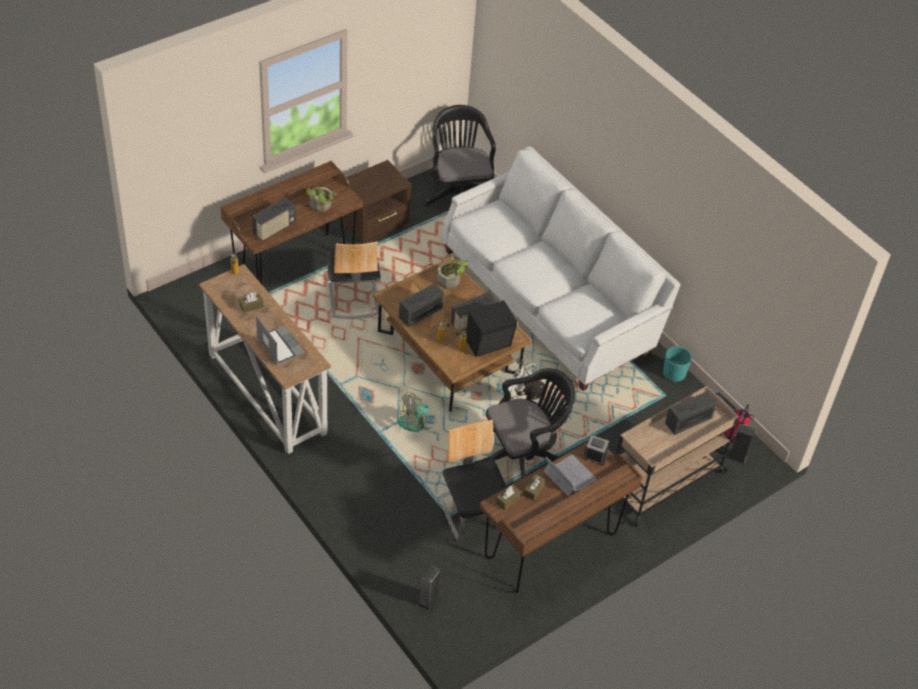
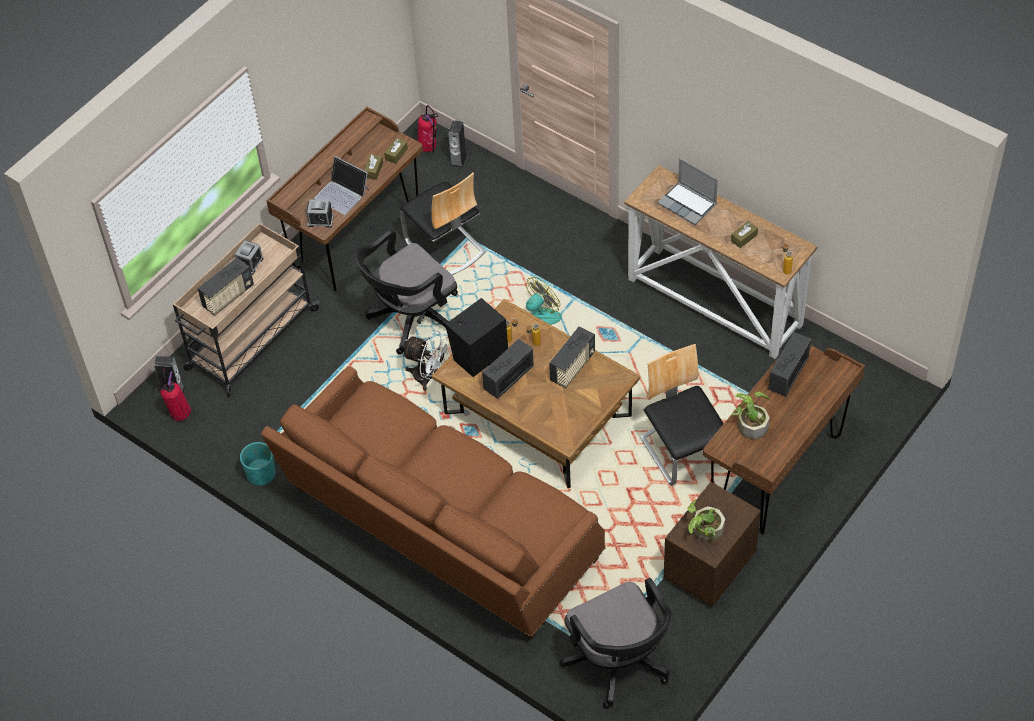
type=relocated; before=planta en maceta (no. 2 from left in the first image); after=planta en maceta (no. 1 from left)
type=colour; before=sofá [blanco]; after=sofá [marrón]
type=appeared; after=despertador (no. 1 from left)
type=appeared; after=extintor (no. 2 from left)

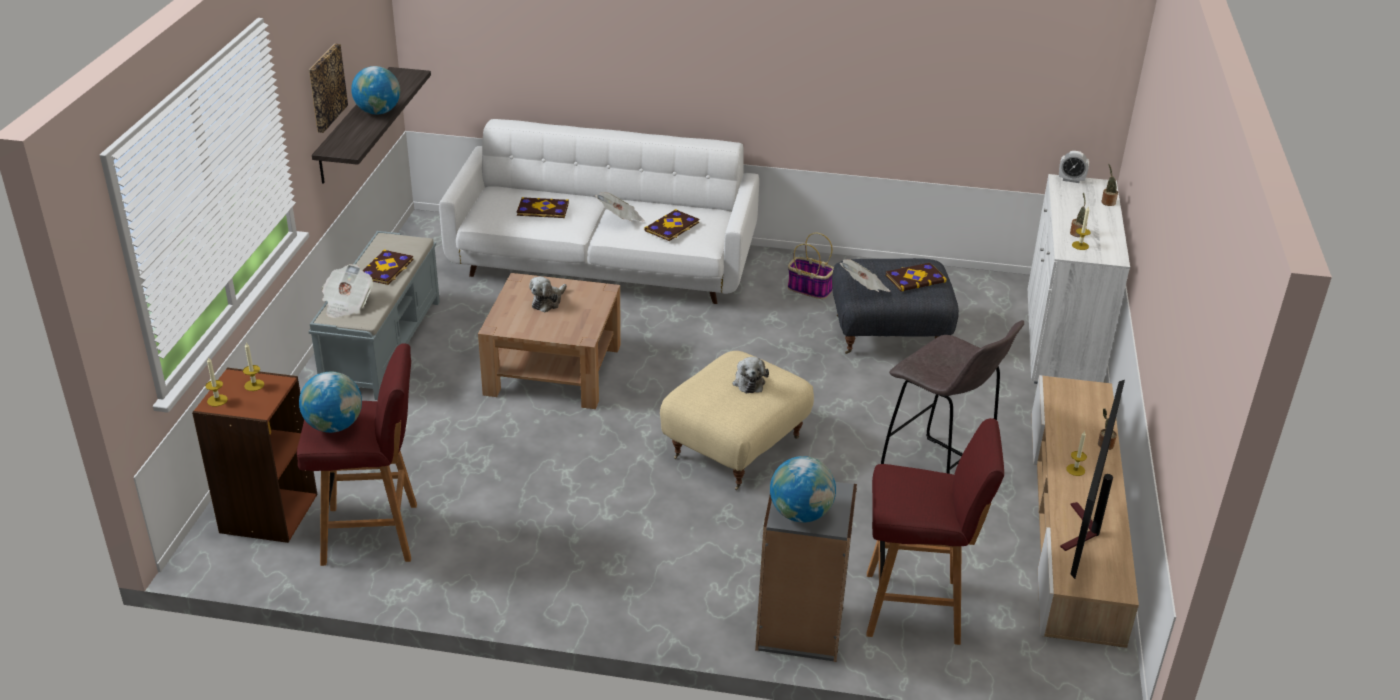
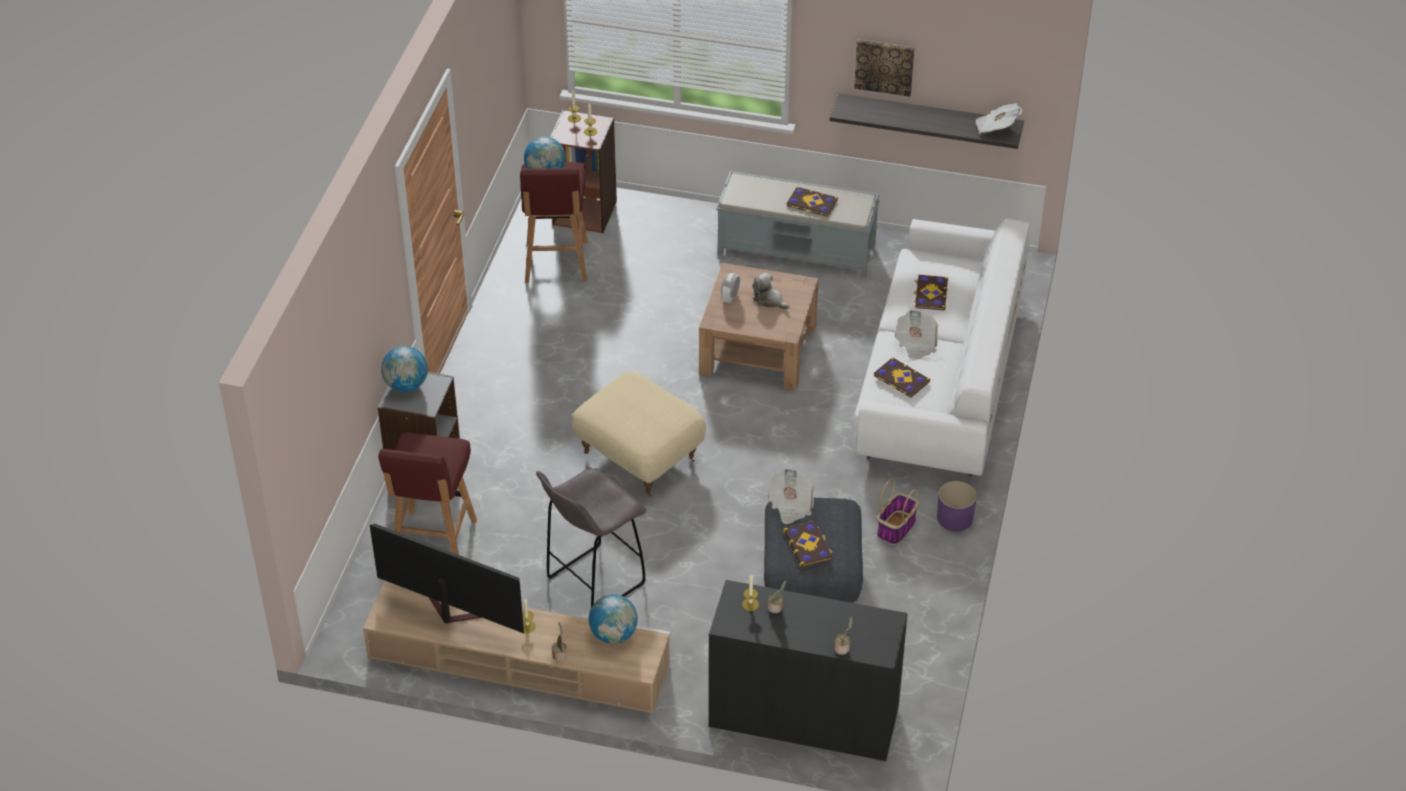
type=relocated; before=periódico (no. 1 from left in the first image); after=periódico (no. 3 from left)
type=relocated; before=globo terráqueo (no. 2 from left in the first image); after=globo terráqueo (no. 3 from left)
type=missing; before=peluche (no. 2 from left)
type=colour; before=armario [blanco]; after=armario [negro]
type=relocated; before=despertador
type=appeared; after=maceta [morado]

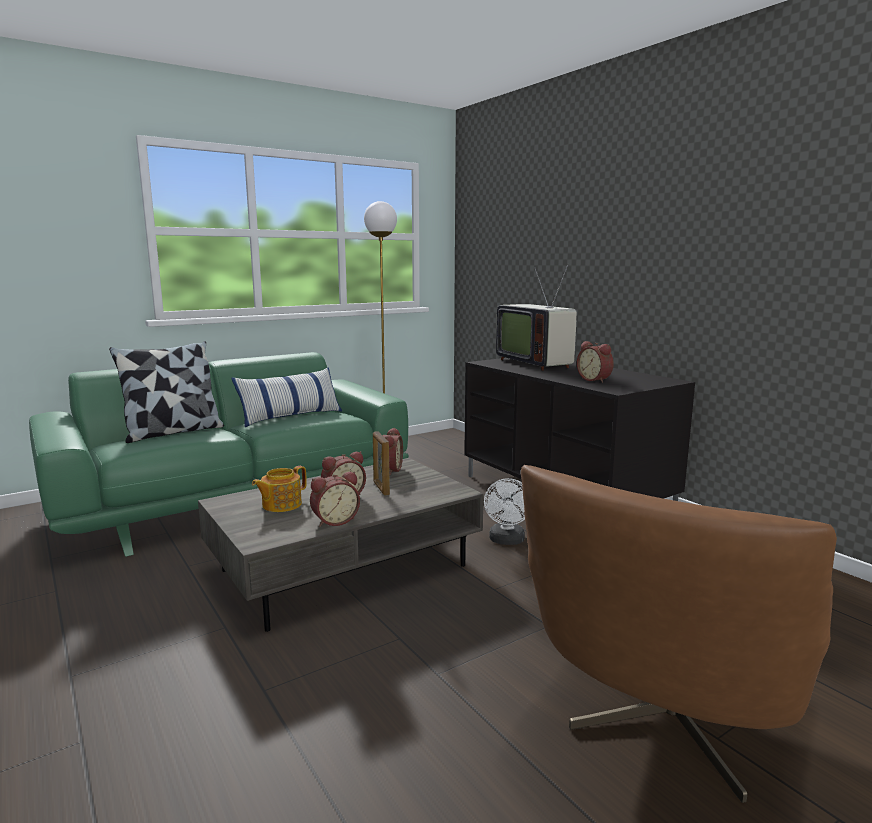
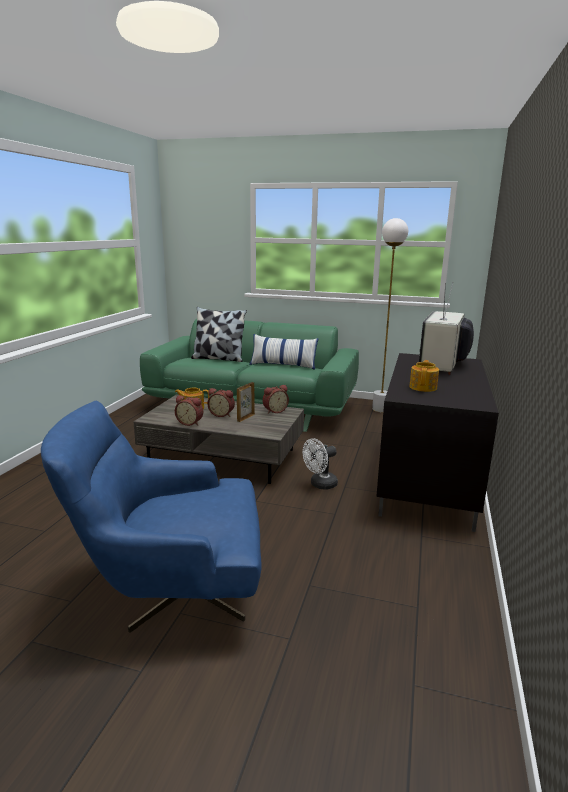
type=colour; before=sillón [marrón]; after=sillón [azul]
type=exchanged; before=despertador (no. 4 from left); after=tetera (no. 2 from left)

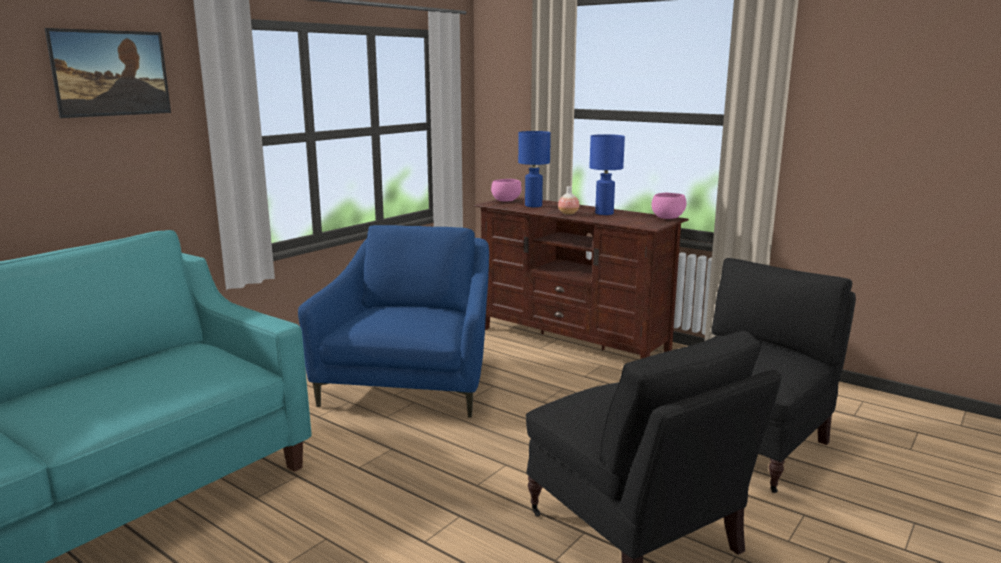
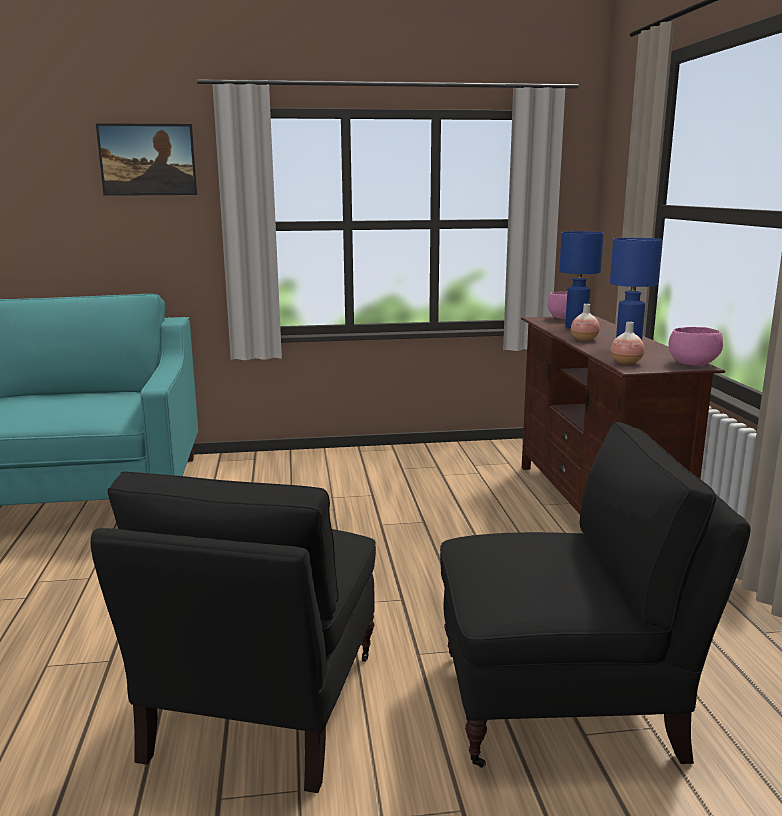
type=missing; before=sillón [azul]
type=appeared; after=florero (no. 2 from left)

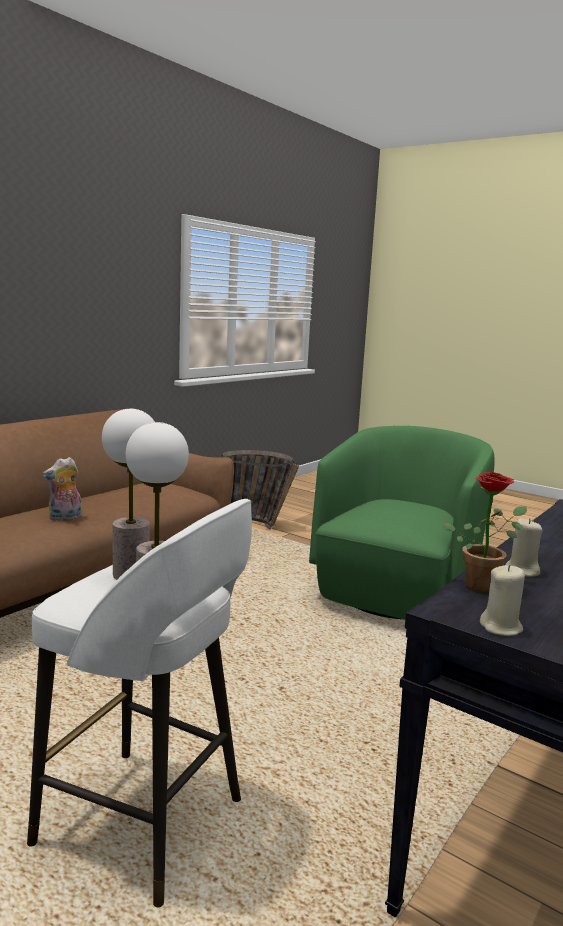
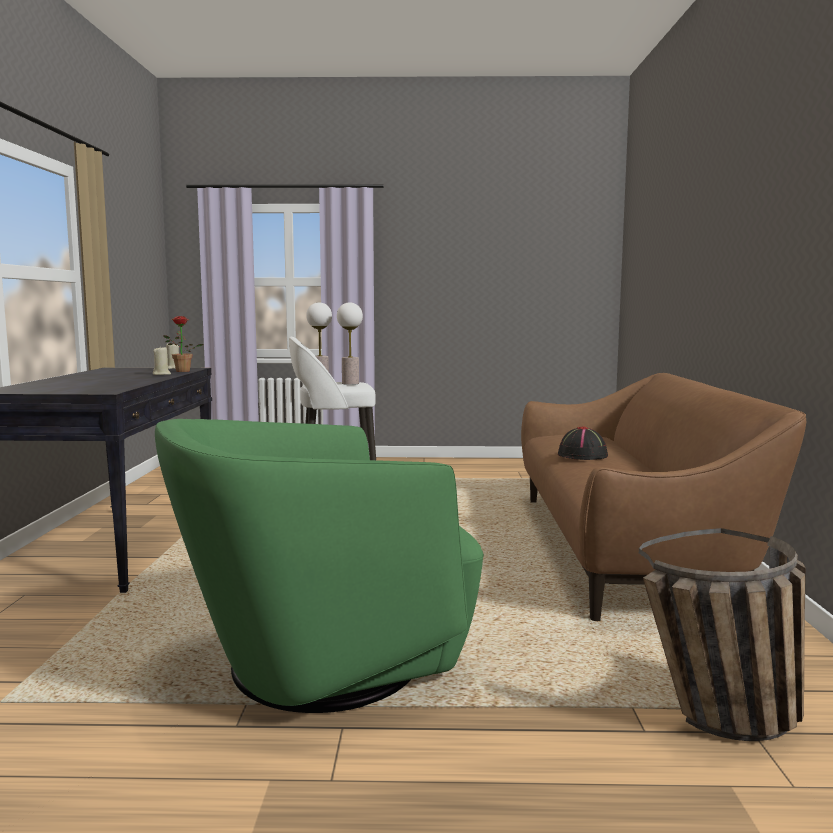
type=exchanged; before=peluche; after=sombrero [negro]
type=spun; before=sillón [verde]; turn=75

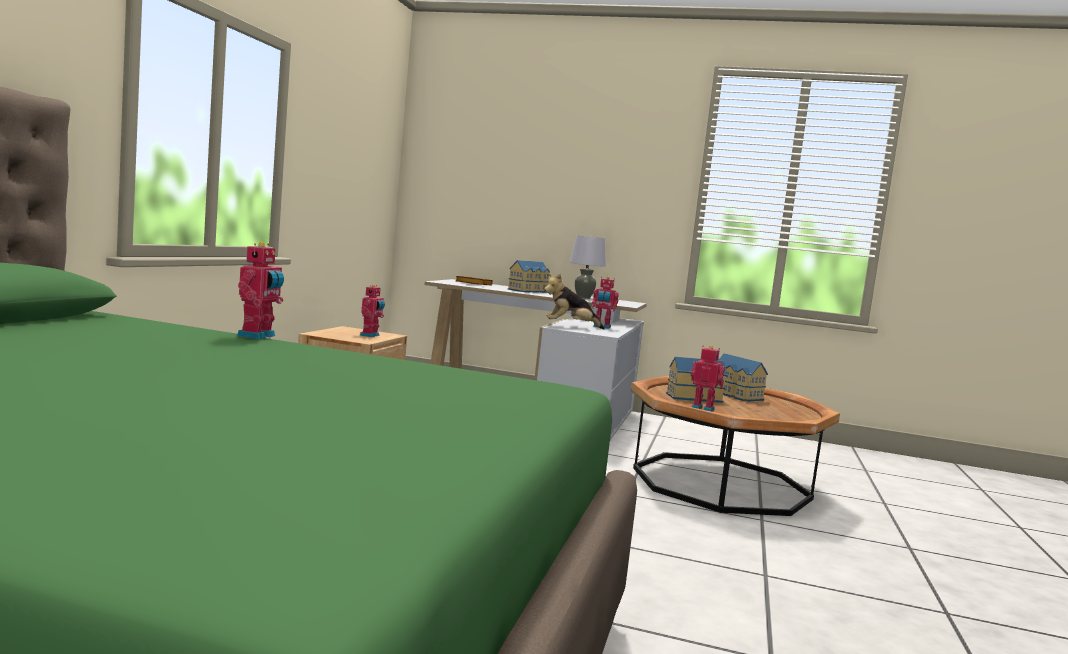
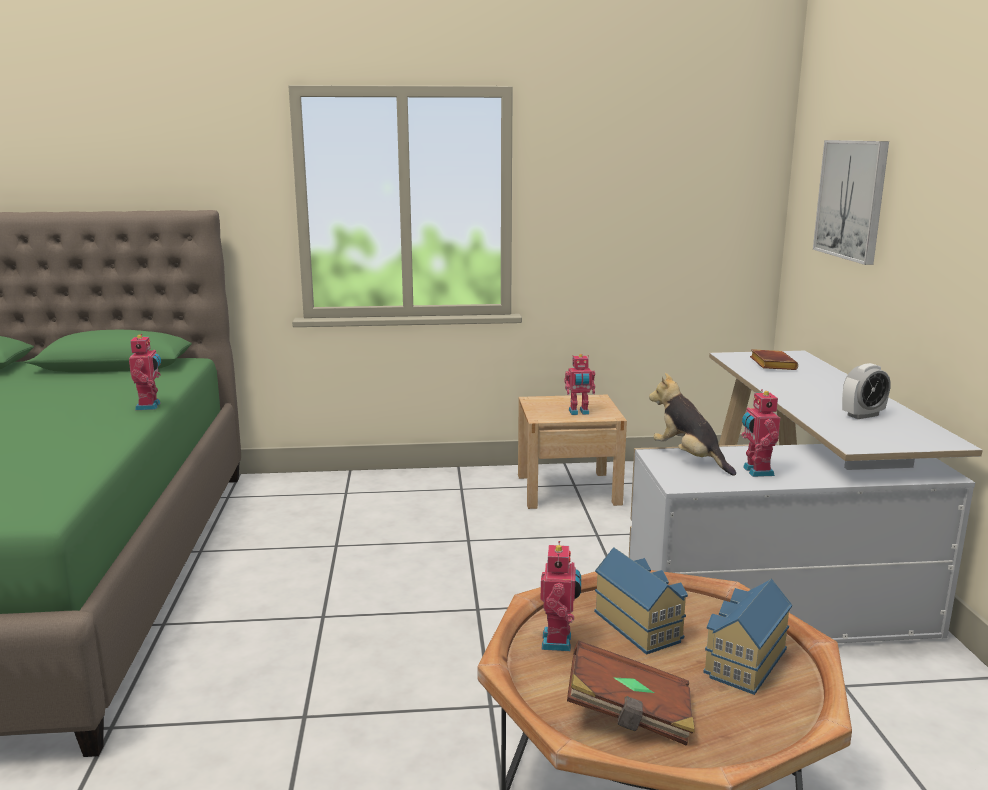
type=spun; before=robot de juguete (no. 1 from left); turn=-90
type=missing; before=casita (no. 1 from left)
type=exchanged; before=lámpara de mesa [gris]; after=despertador
type=appeared; after=libro [marrón] (no. 1 from left)
type=appeared; after=cuadro

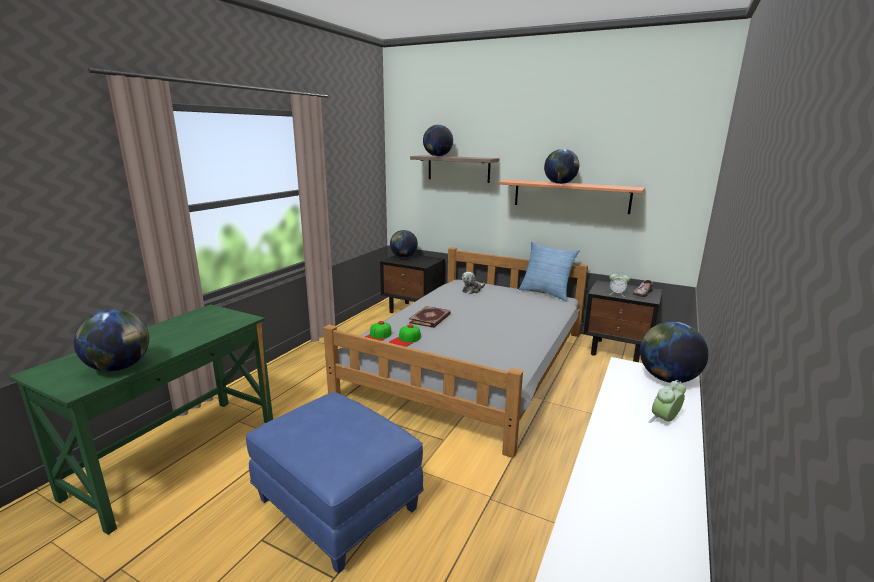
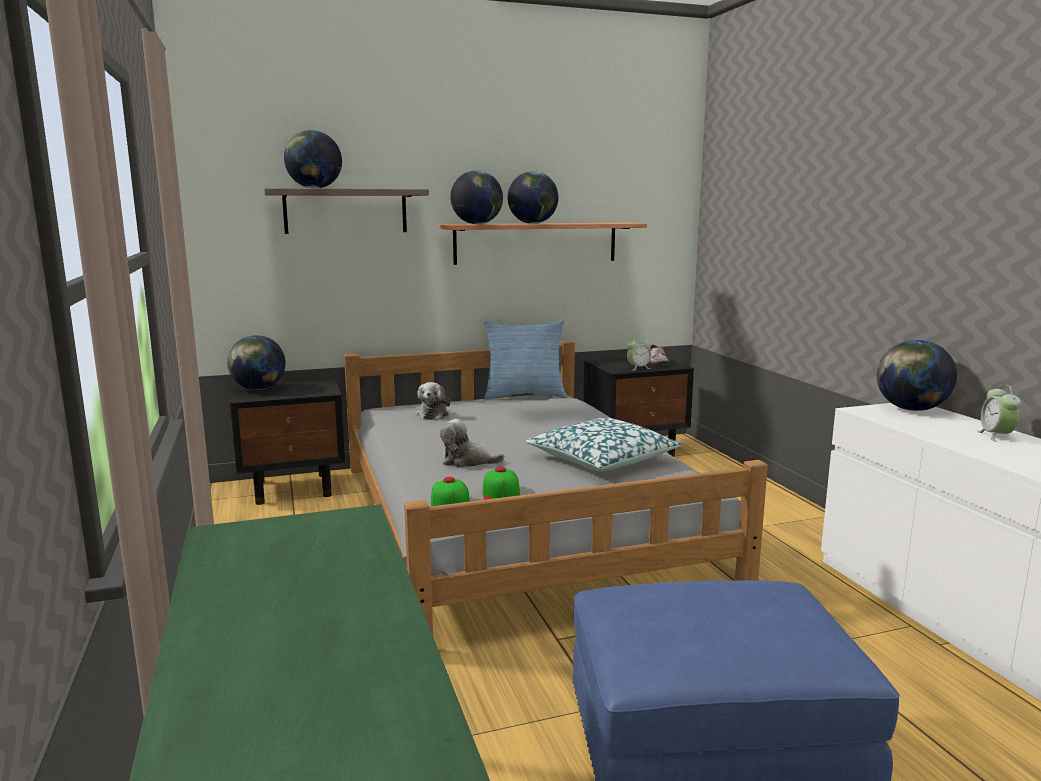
type=relocated; before=globo terráqueo (no. 1 from left in the first image); after=globo terráqueo (no. 3 from left)
type=exchanged; before=libro; after=peluche (no. 2 from left)
type=appeared; after=cojín (no. 2 from left)

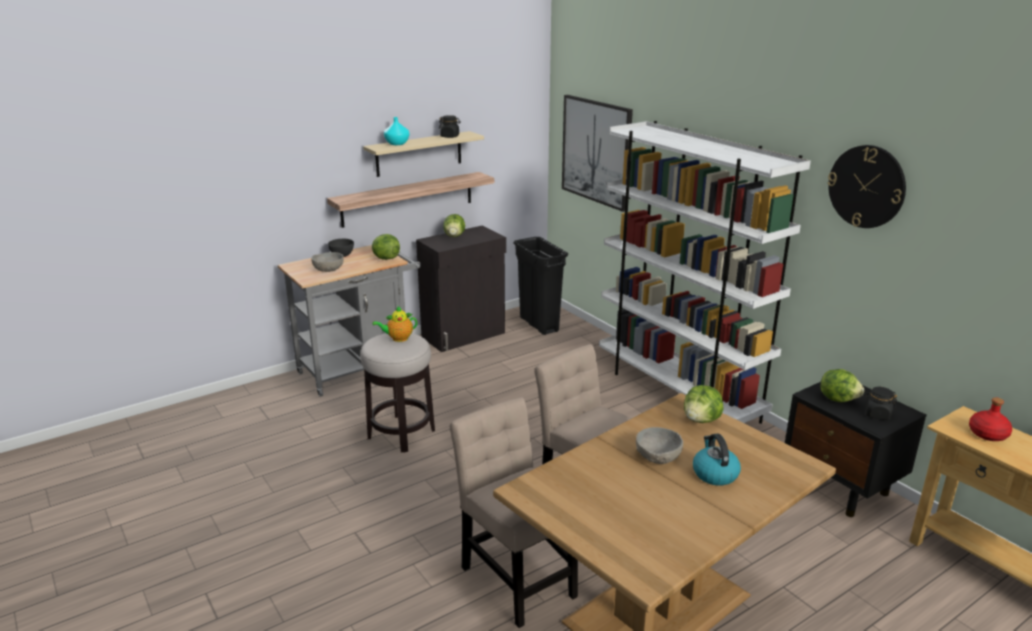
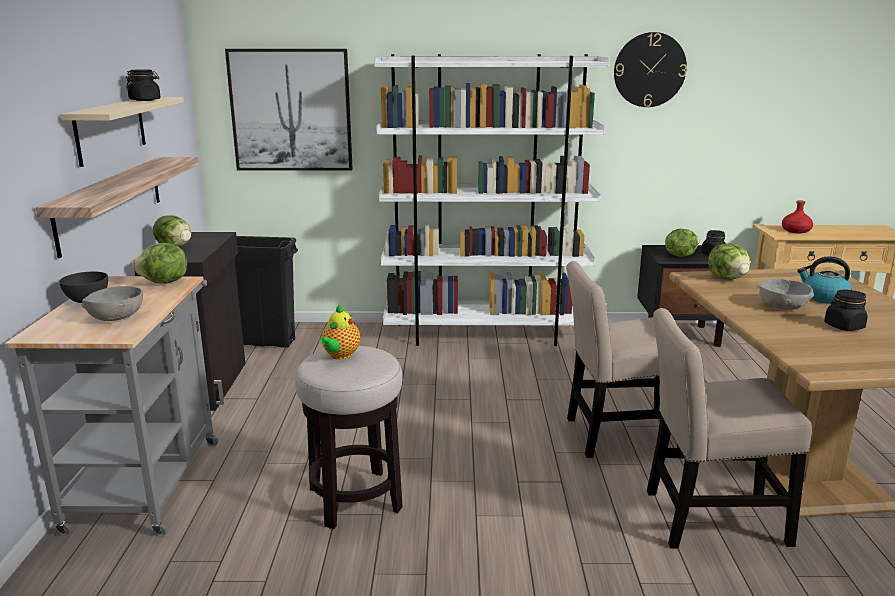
type=missing; before=florero [turquesa]
type=appeared; after=tarro [negro] (no. 3 from left)

